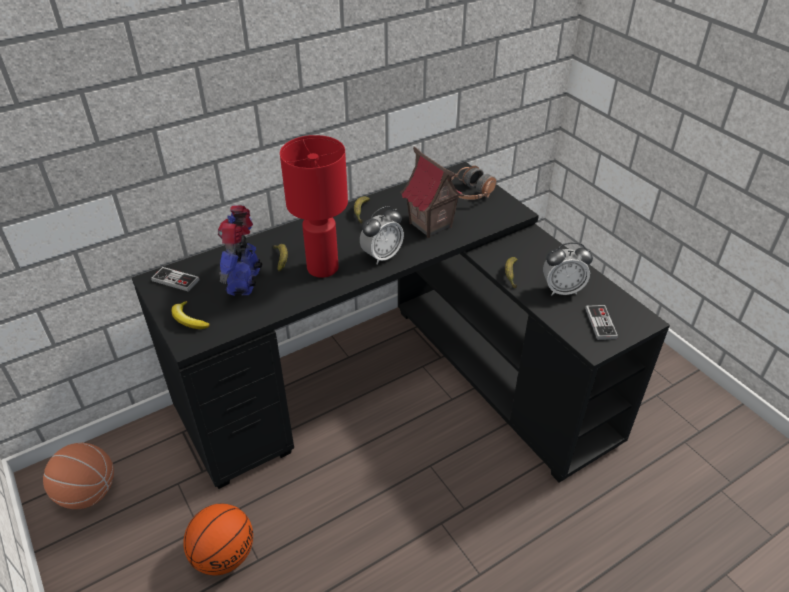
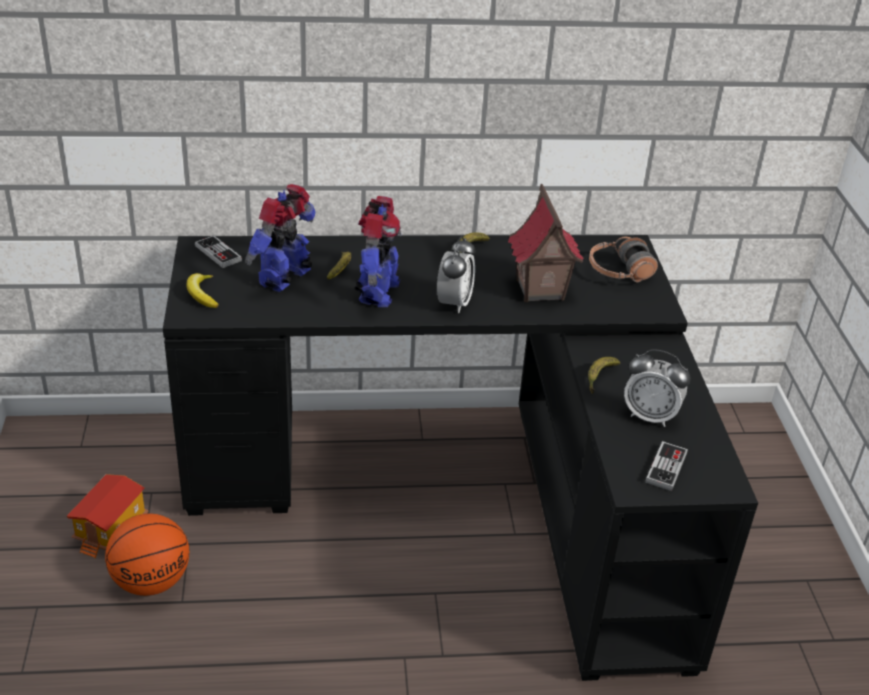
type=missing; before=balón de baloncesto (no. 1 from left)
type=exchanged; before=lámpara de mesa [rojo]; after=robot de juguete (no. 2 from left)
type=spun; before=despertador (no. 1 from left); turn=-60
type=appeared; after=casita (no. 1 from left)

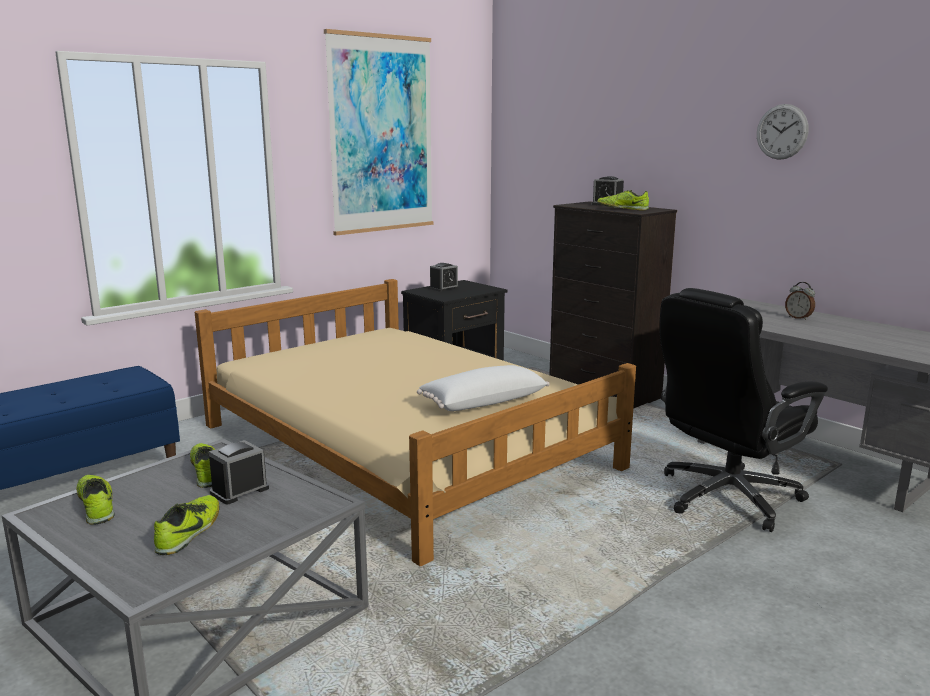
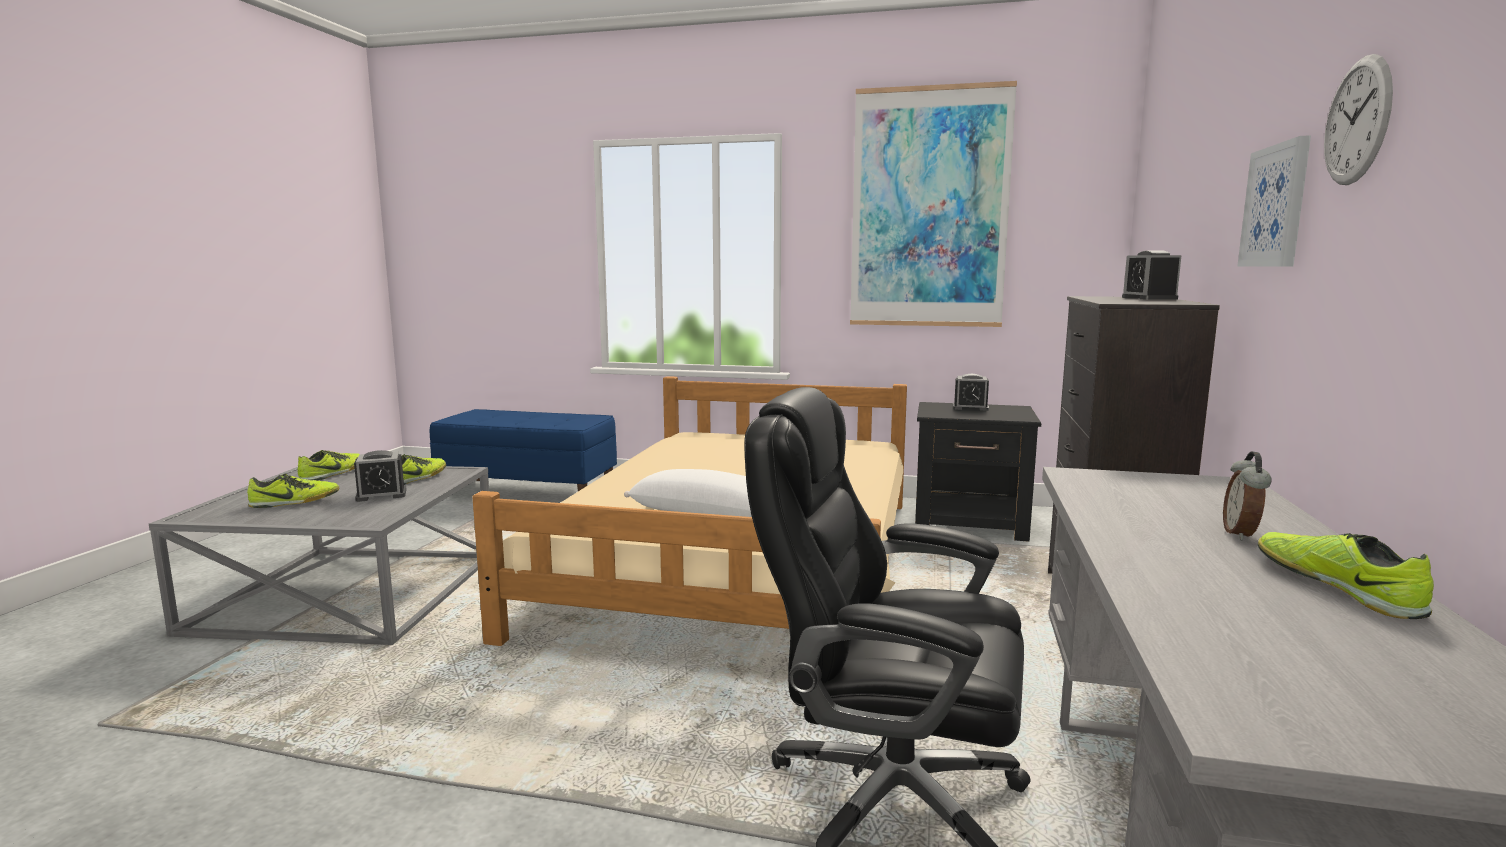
type=spun; before=despertador (no. 1 from left); turn=150
type=relocated; before=zapato (no. 4 from left)
type=appeared; after=cuadro (no. 2 from left)

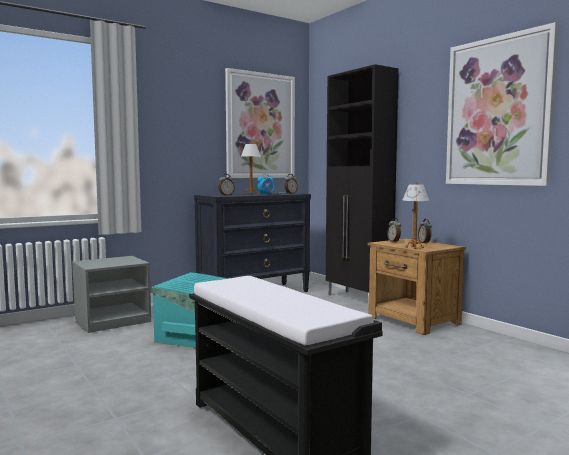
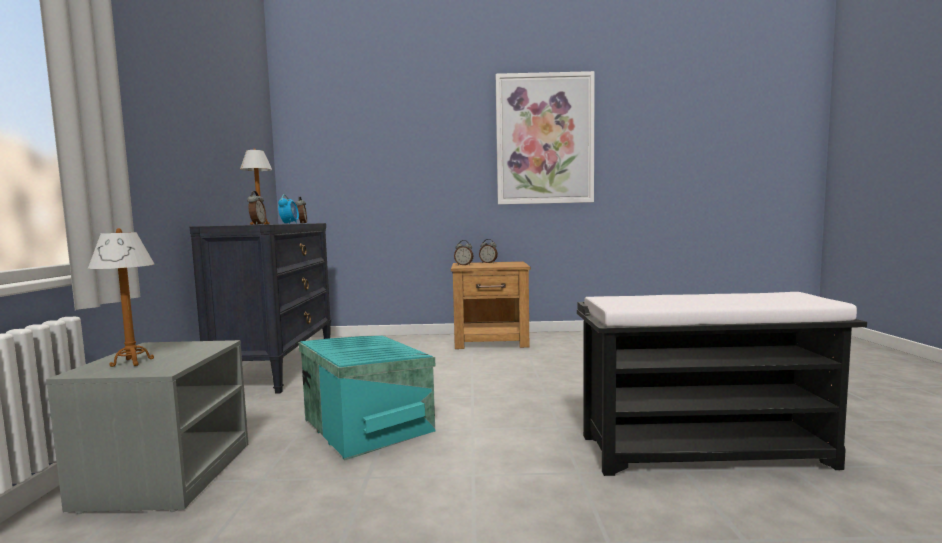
type=missing; before=cuadro (no. 1 from left)
type=missing; before=armario [negro]
type=relocated; before=lámpara de mesa (no. 2 from left in the first image); after=lámpara de mesa (no. 1 from left)

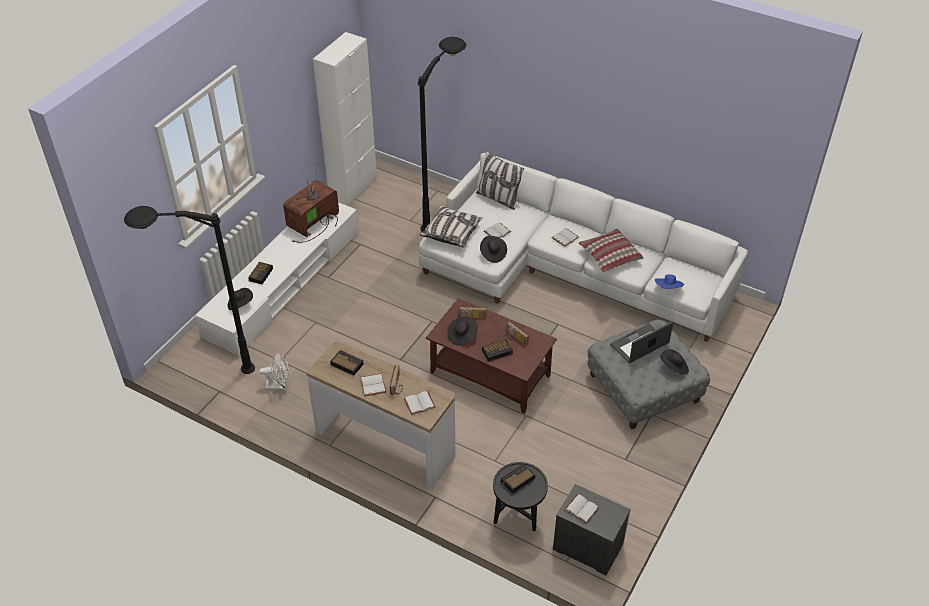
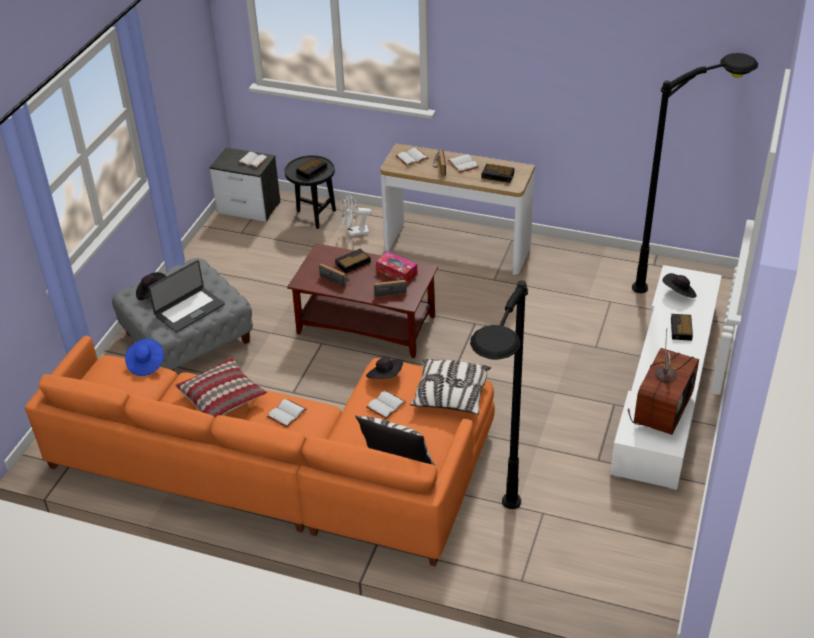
type=relocated; before=ventilador [blanco]
type=missing; before=armario [blanco]
type=colour; before=sofá [blanco]; after=sofá [naranja]
type=exchanged; before=sombrero [negro] (no. 2 from left); after=caja de pañuelos

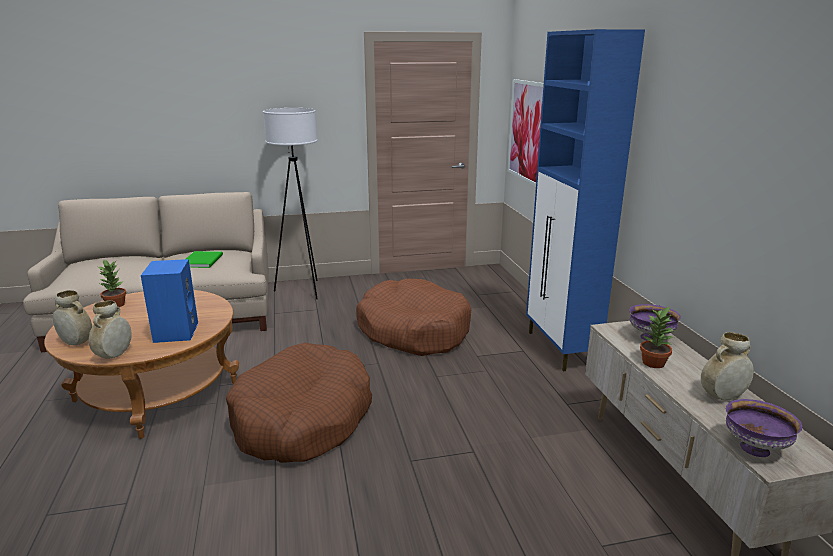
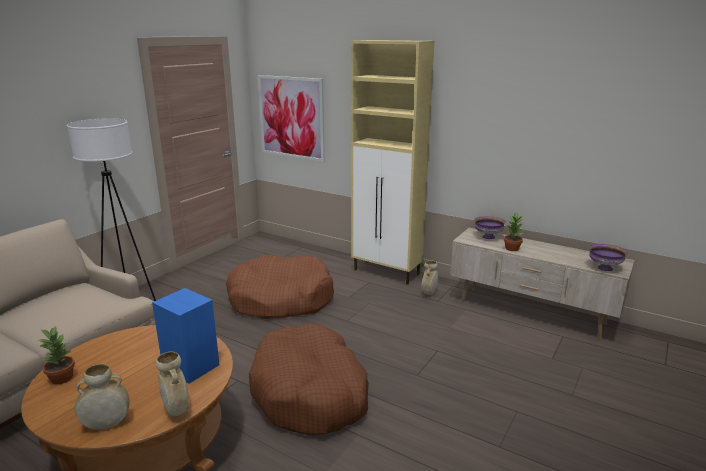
type=missing; before=libro [verde]
type=colour; before=armario [azul]; after=armario [beis]
type=relocated; before=florero [beis] (no. 3 from left)

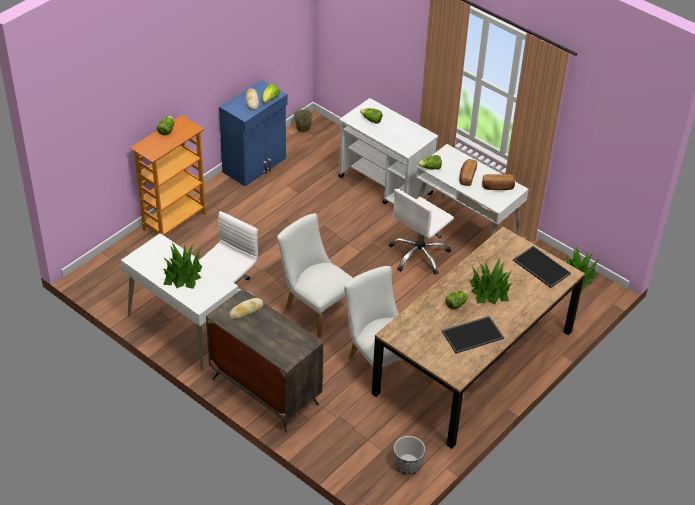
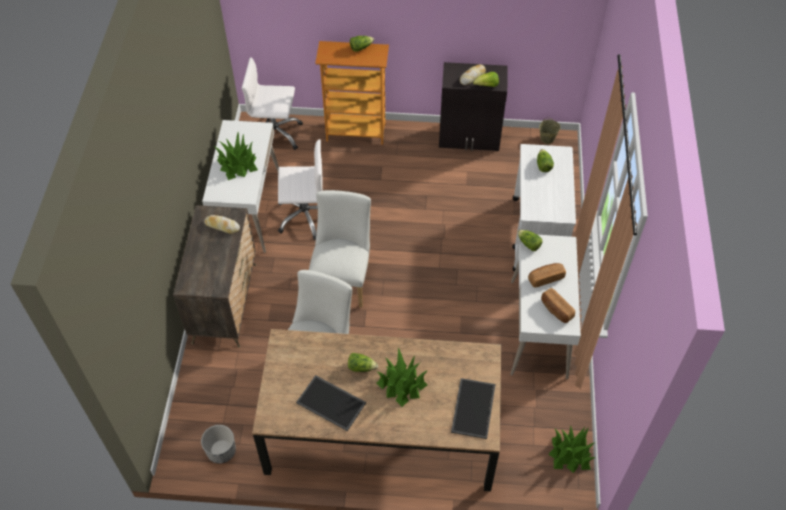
type=colour; before=armario [azul]; after=armario [negro]
type=relocated; before=silla de oficina [blanco] (no. 2 from left in the first image); after=silla de oficina [blanco] (no. 1 from left)

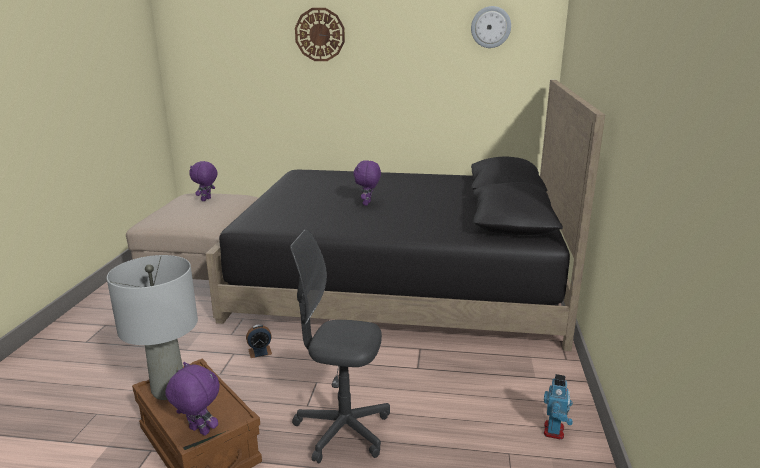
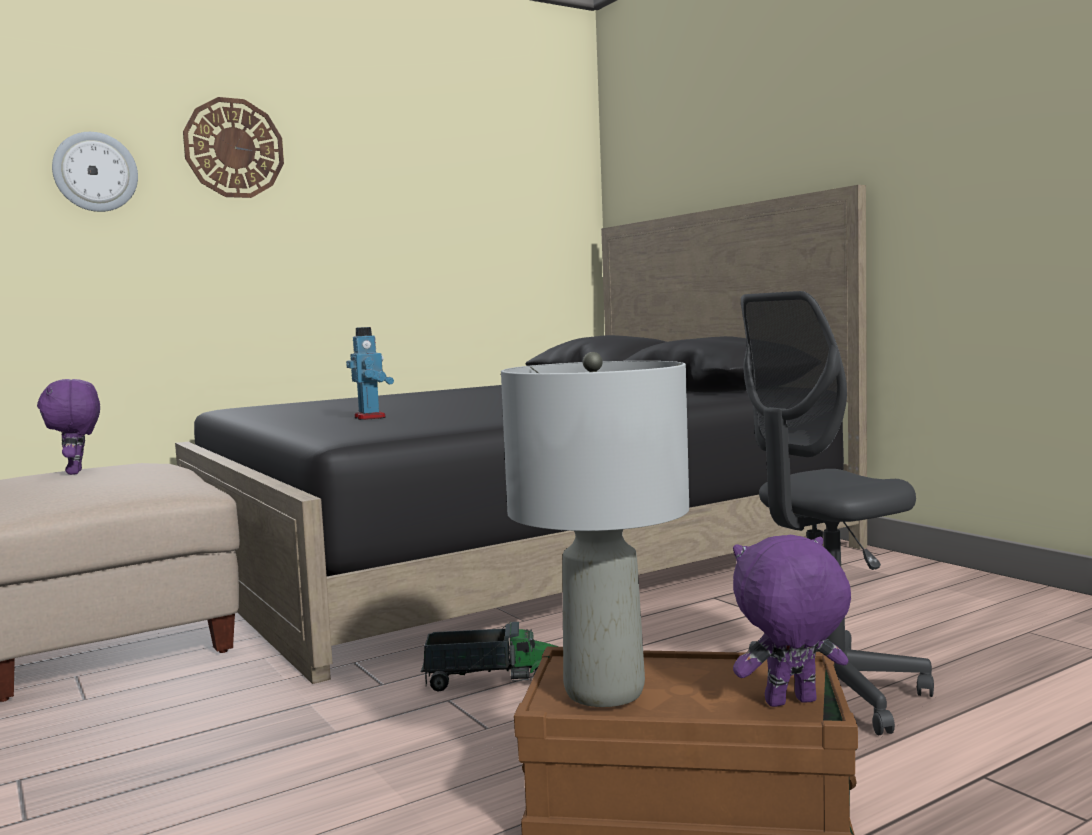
type=exchanged; before=despertador; after=camión de juguete
type=missing; before=peluche [morado] (no. 3 from left)
type=relocated; before=reloj de pared (no. 2 from left in the first image); after=reloj de pared (no. 1 from left)
type=relocated; before=robot de juguete

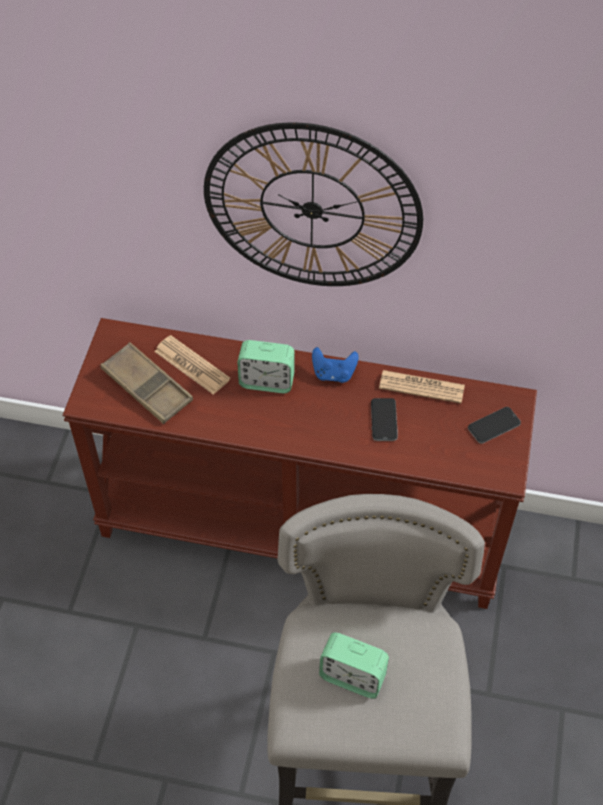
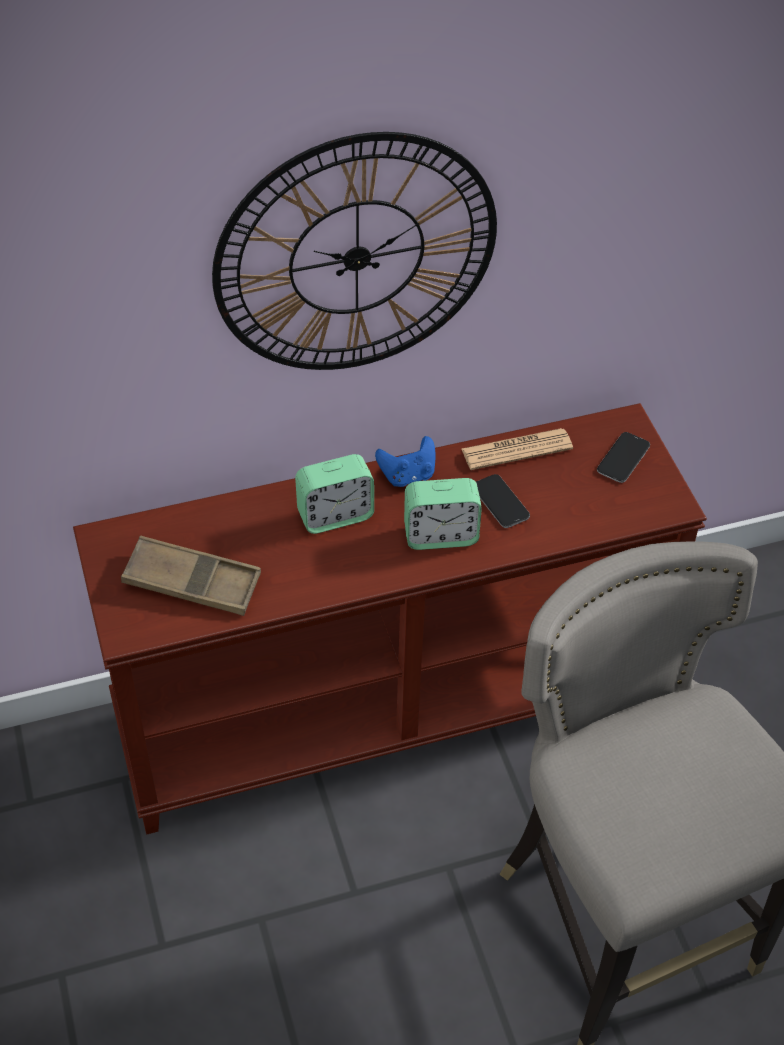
type=missing; before=periódico (no. 1 from left)
type=relocated; before=despertador (no. 2 from left)

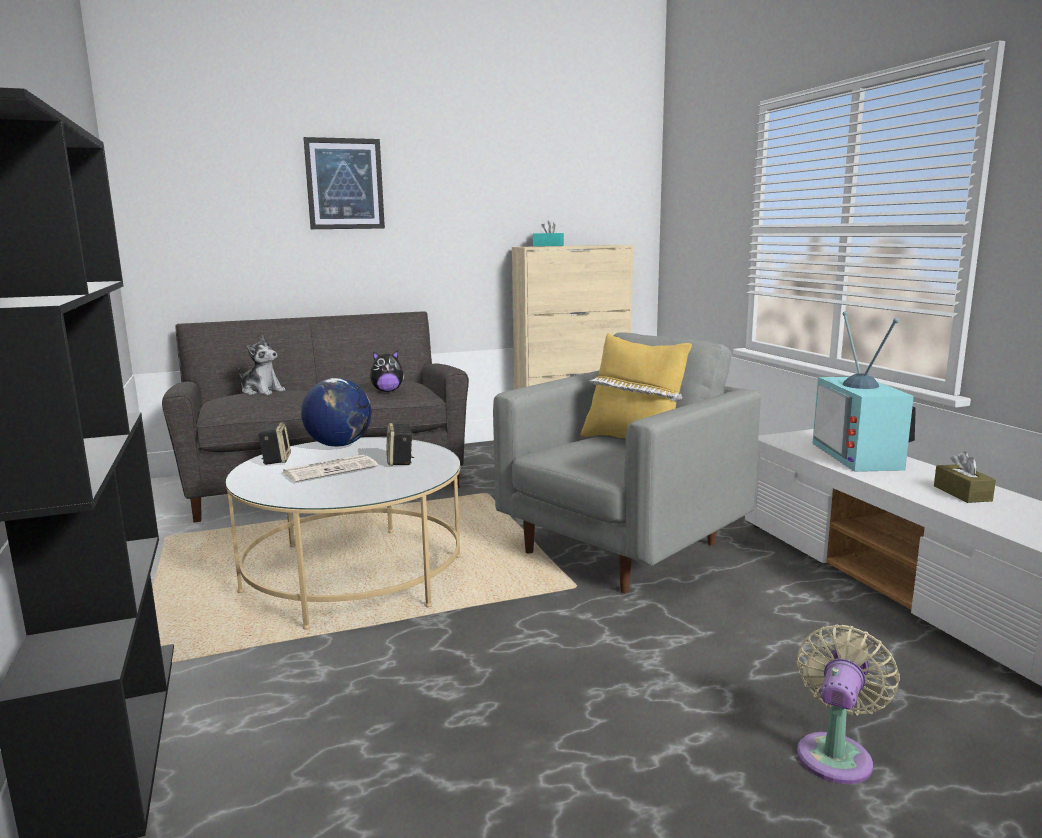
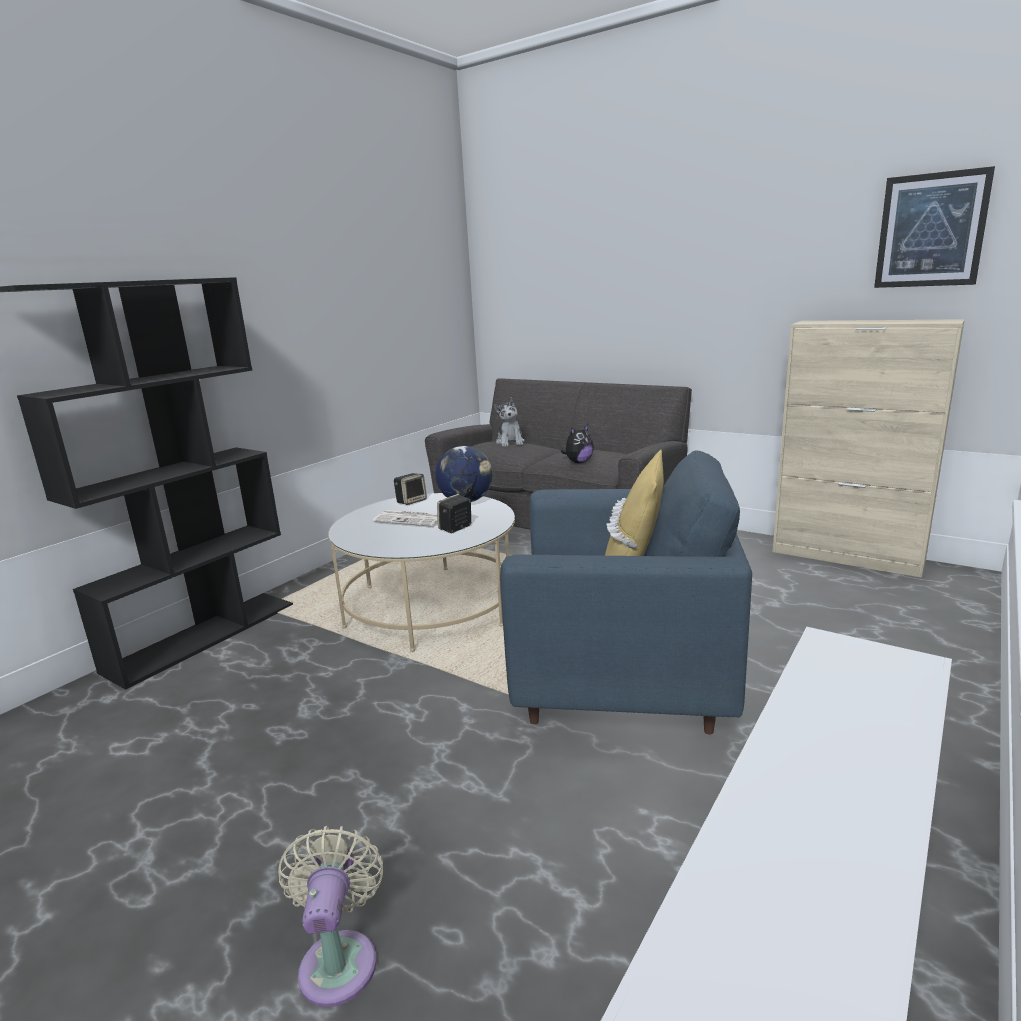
type=relocated; before=cuadro
type=spun; before=peluche (no. 2 from left); turn=-75
type=colour; before=sillón [gris]; after=sillón [azul]
type=missing; before=caja de pañuelos [turquesa]
type=spun; before=ventilador [beis]; turn=-90
type=missing; before=televisor
type=missing; before=caja de pañuelos [marrón]

